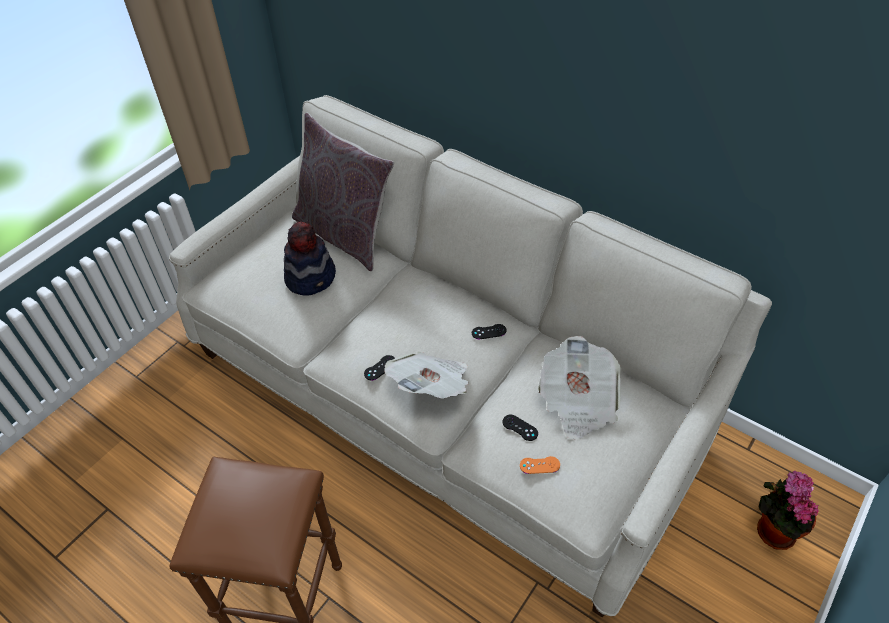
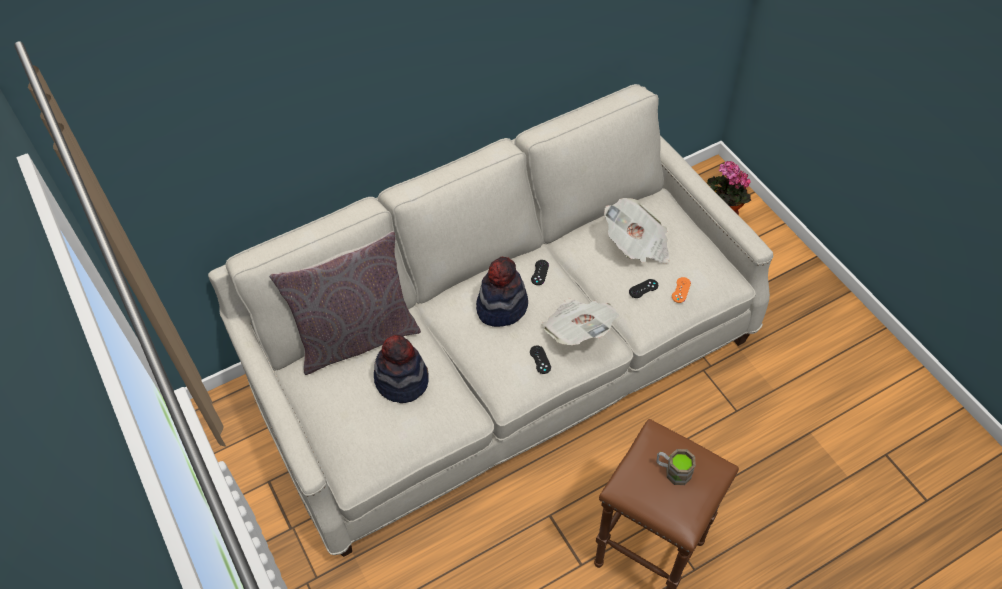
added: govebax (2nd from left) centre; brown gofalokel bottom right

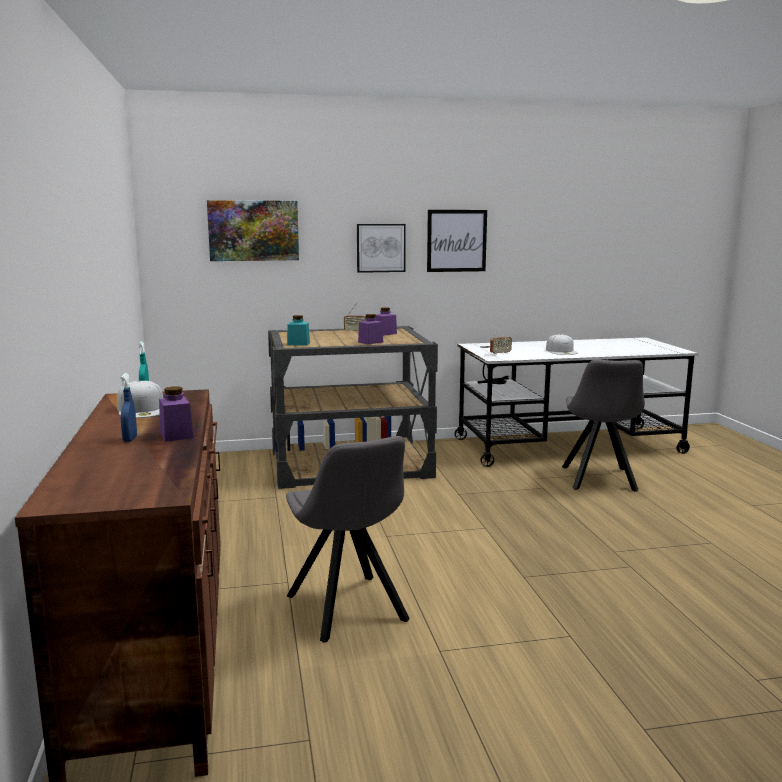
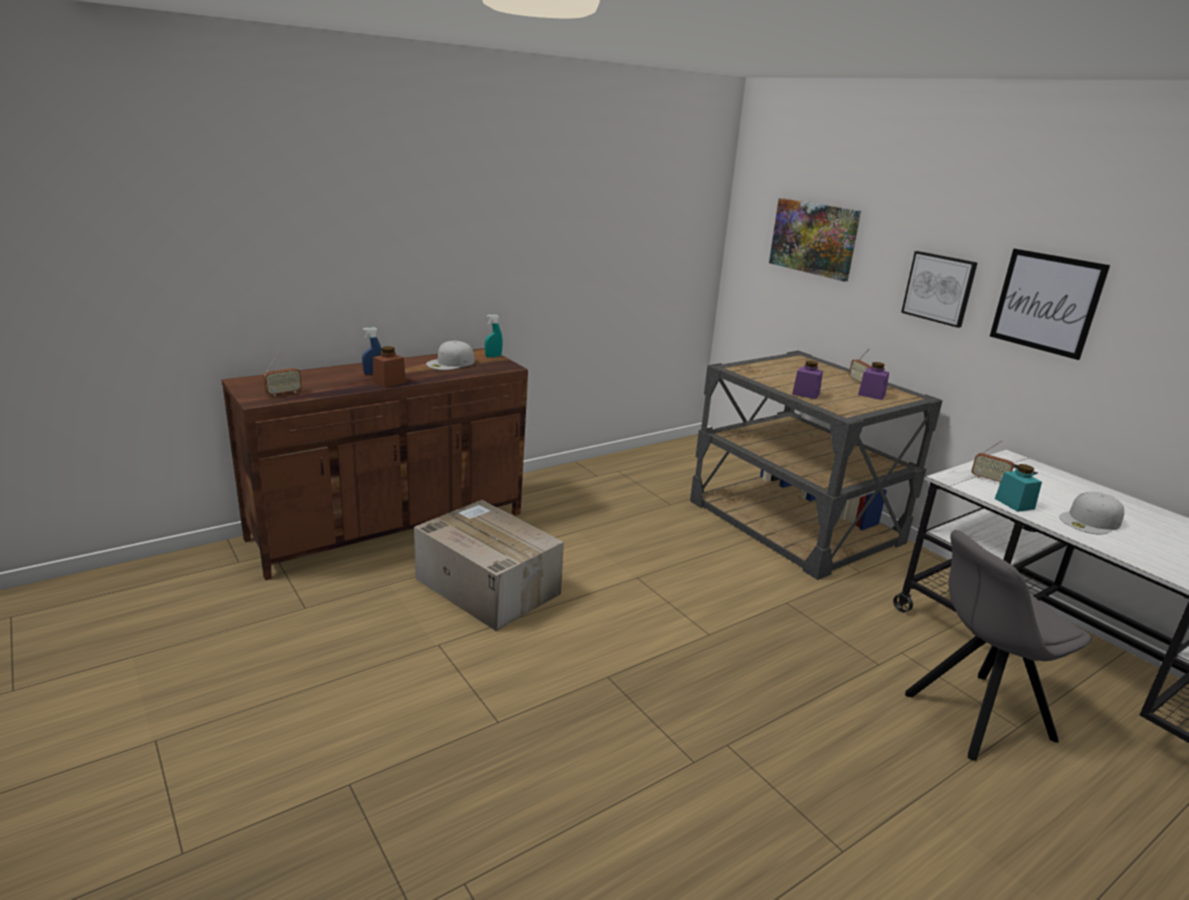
added: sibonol (1st from left) middle left
moved: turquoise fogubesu centre to middle right
replaced: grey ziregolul (1st from left) bottom centre to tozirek centre
recoloured: purple fogubesu (1st from left) middle left to brown fogubesu middle left

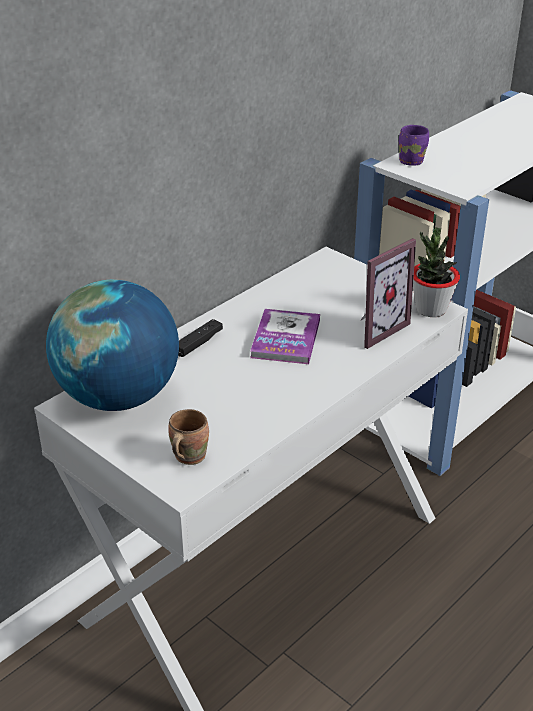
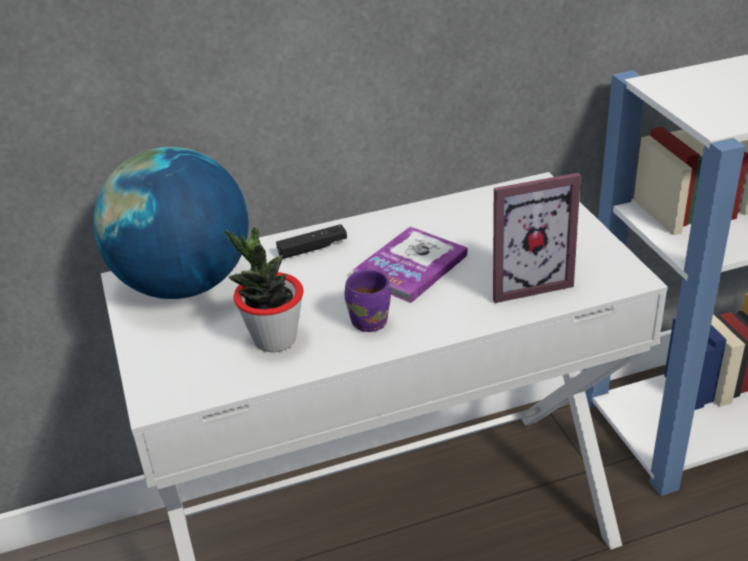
removed: brown gofalokel centre
moved: purple gofalokel top right to centre; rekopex middle right to centre

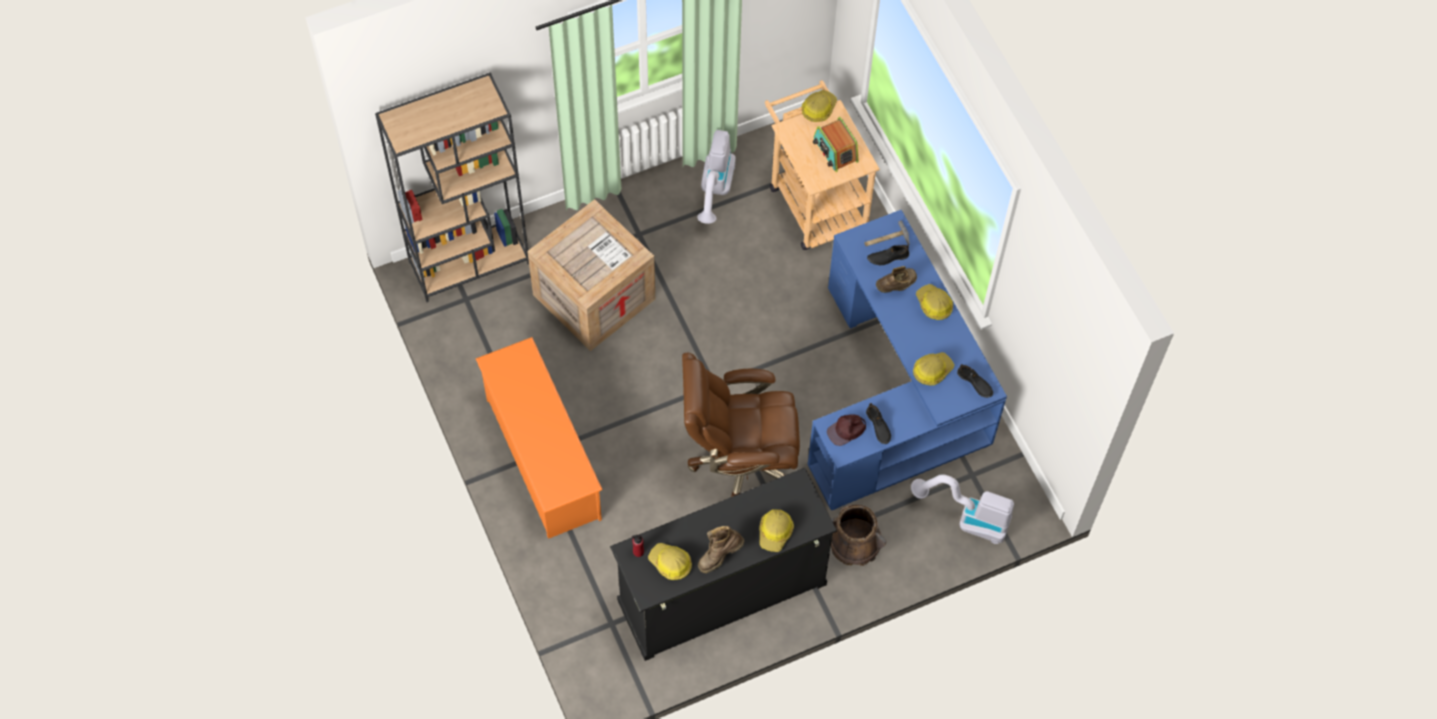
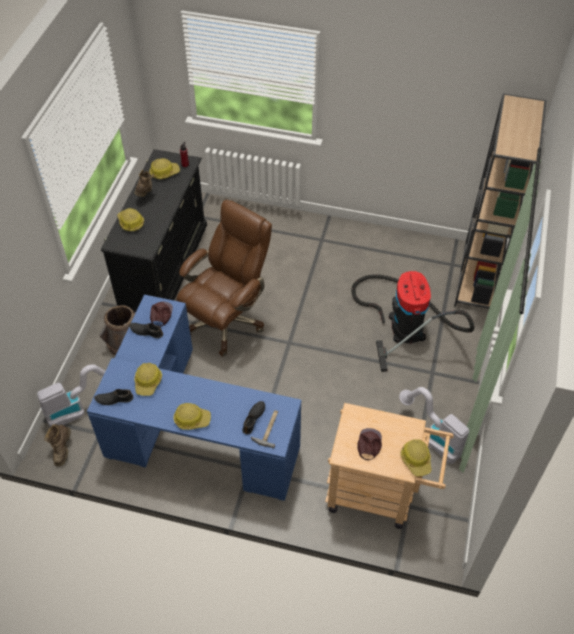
removed: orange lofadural centre
moved: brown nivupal (2nd from left in the first image) centre to brown nivupal (1st from left) bottom left
replaced: sibonol top centre to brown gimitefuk (2nd from left) bottom centre; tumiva centre to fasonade (2nd from left) middle right

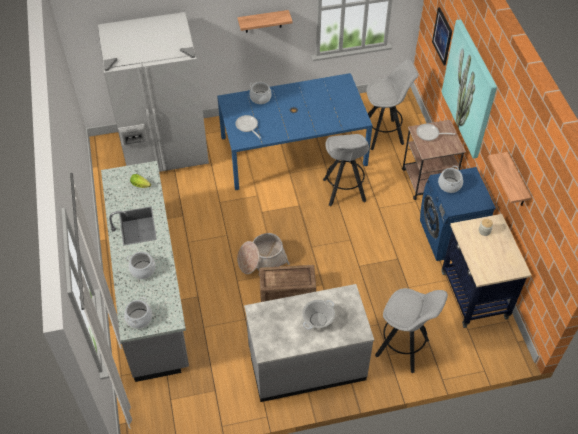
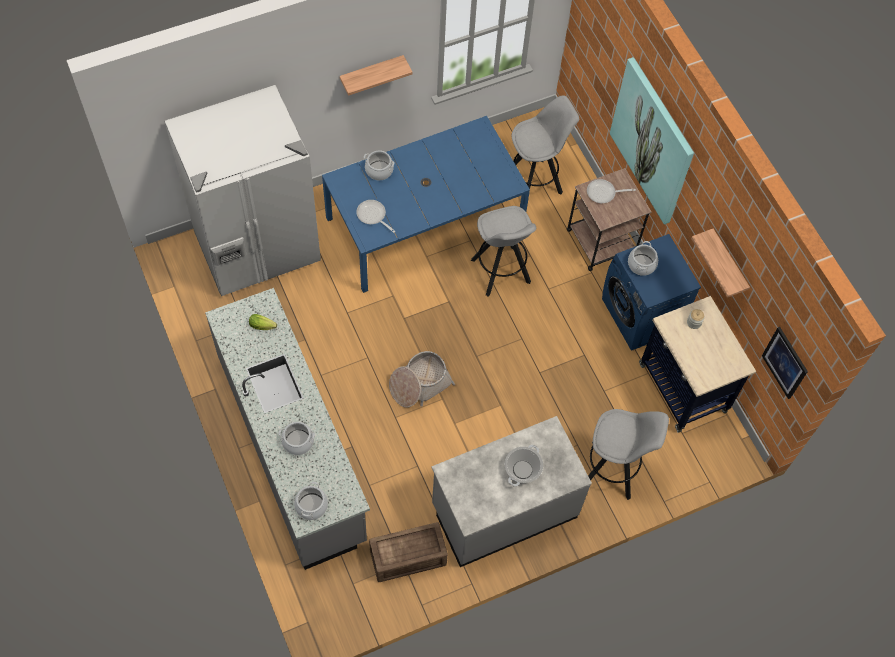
moved: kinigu (1st from left in the first image) top right to kinigu (2nd from left) middle right; tumiva centre to bottom centre

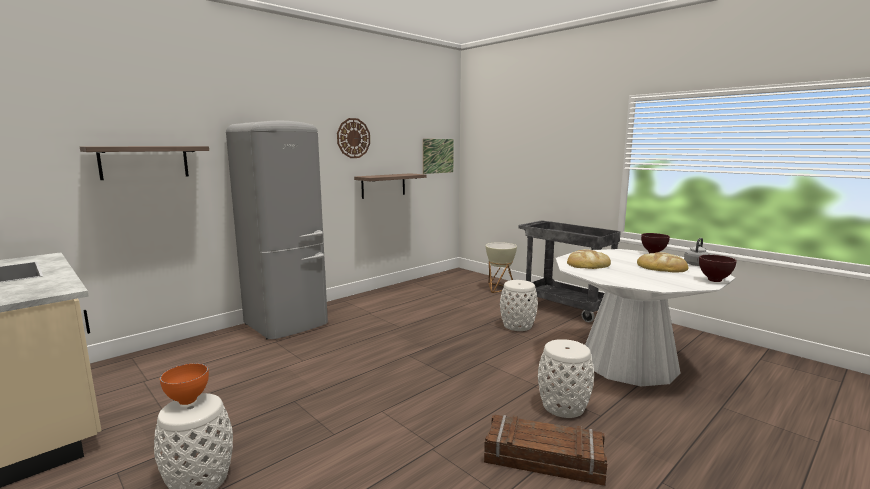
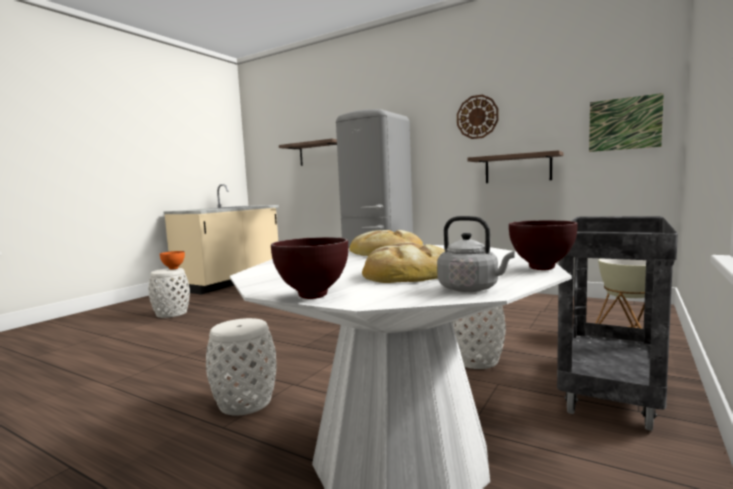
removed: tumiva bottom centre

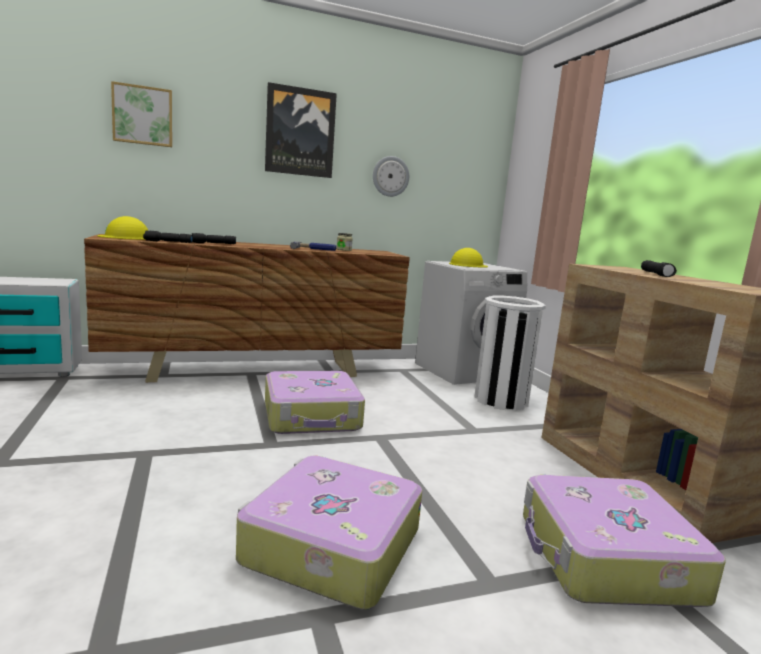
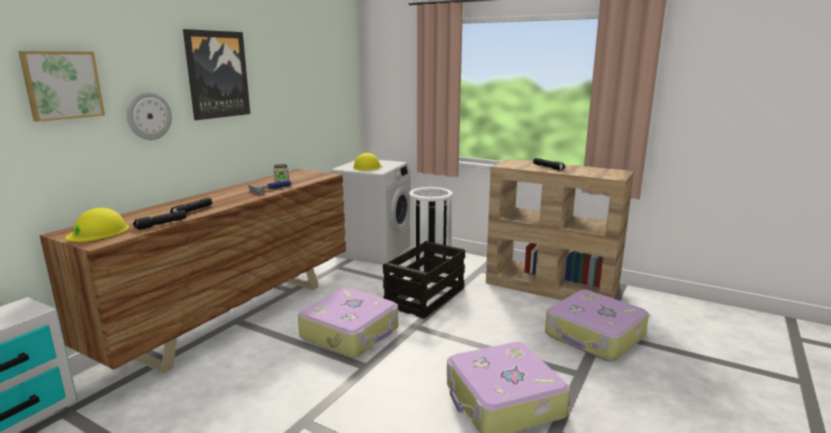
added: tumiva centre
moved: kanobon top centre to top left

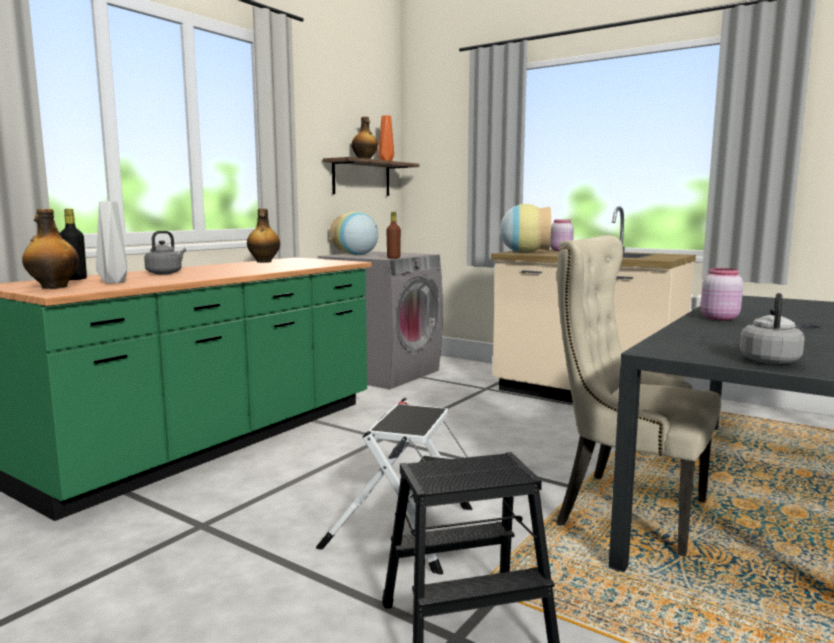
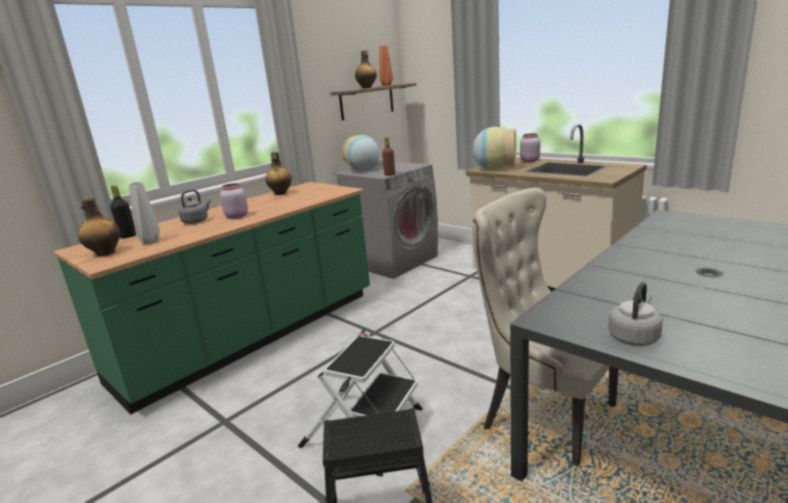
moved: pink fogubesu (2nd from left in the first image) middle right to pink fogubesu (1st from left) middle left

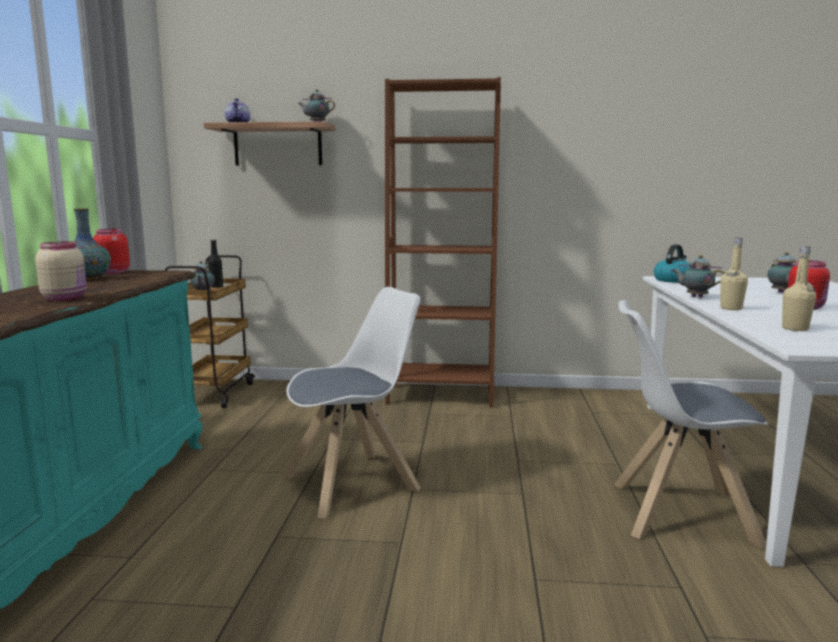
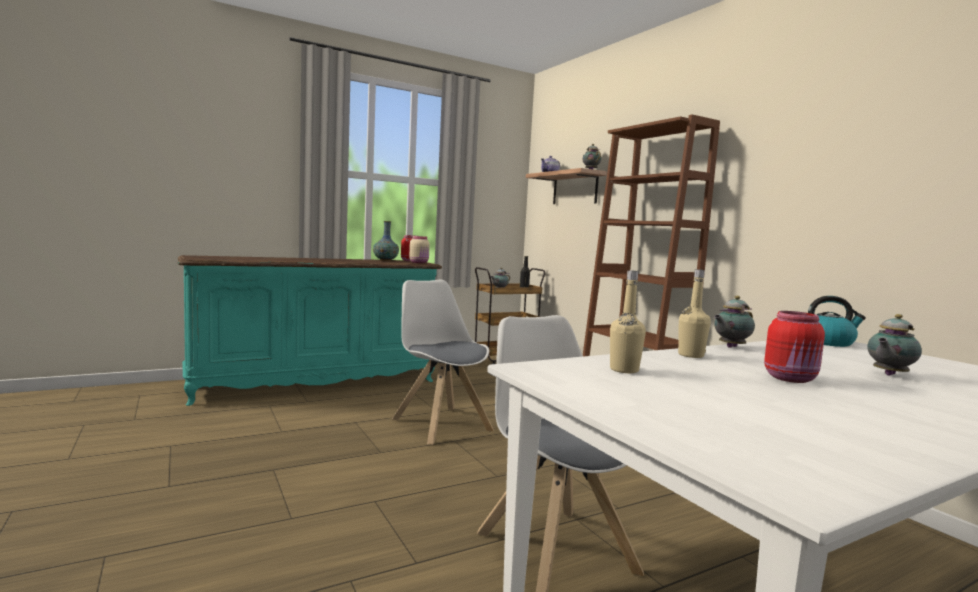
moved: beige fogubesu middle left to centre
turned: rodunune (4th from left) middle right = middle right 120 degrees counterclockwise; ziregolul (1st from left) centre = centre 150 degrees counterclockwise

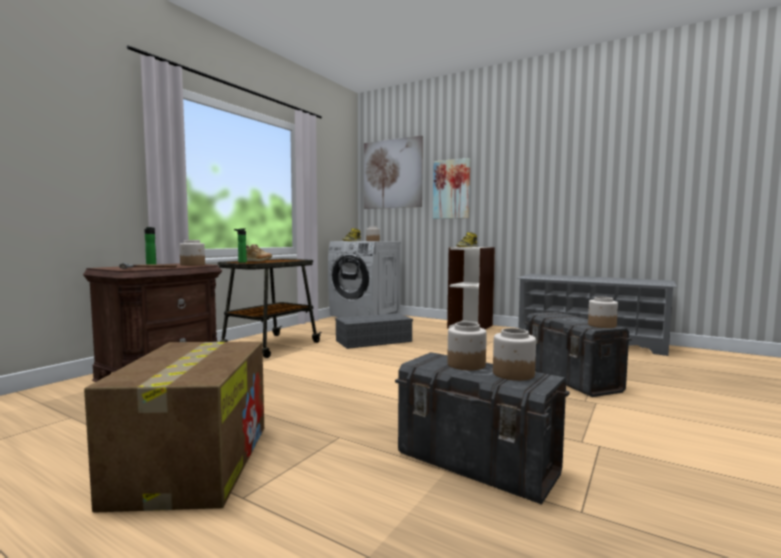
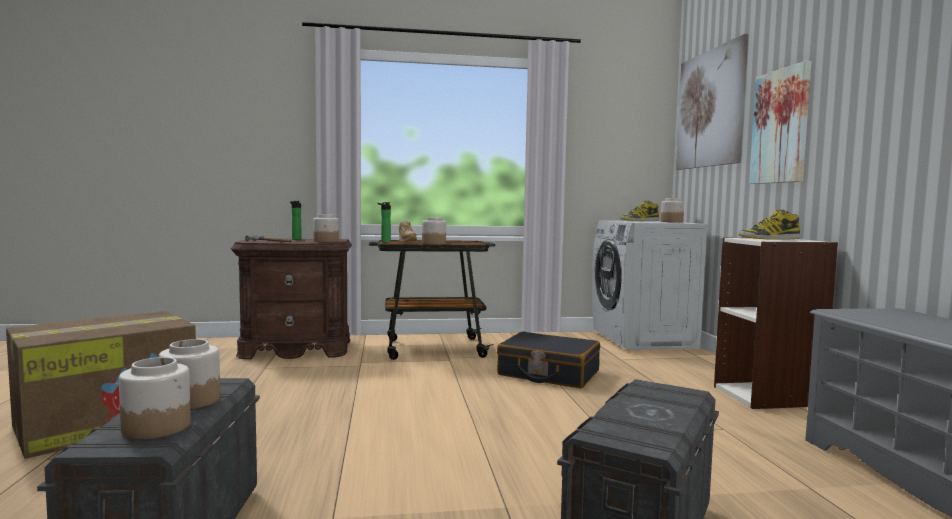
moved: fogubesu (5th from left in the first image) middle right to fogubesu (4th from left) centre
replaced: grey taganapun (1st from left) centre to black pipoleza bottom centre

